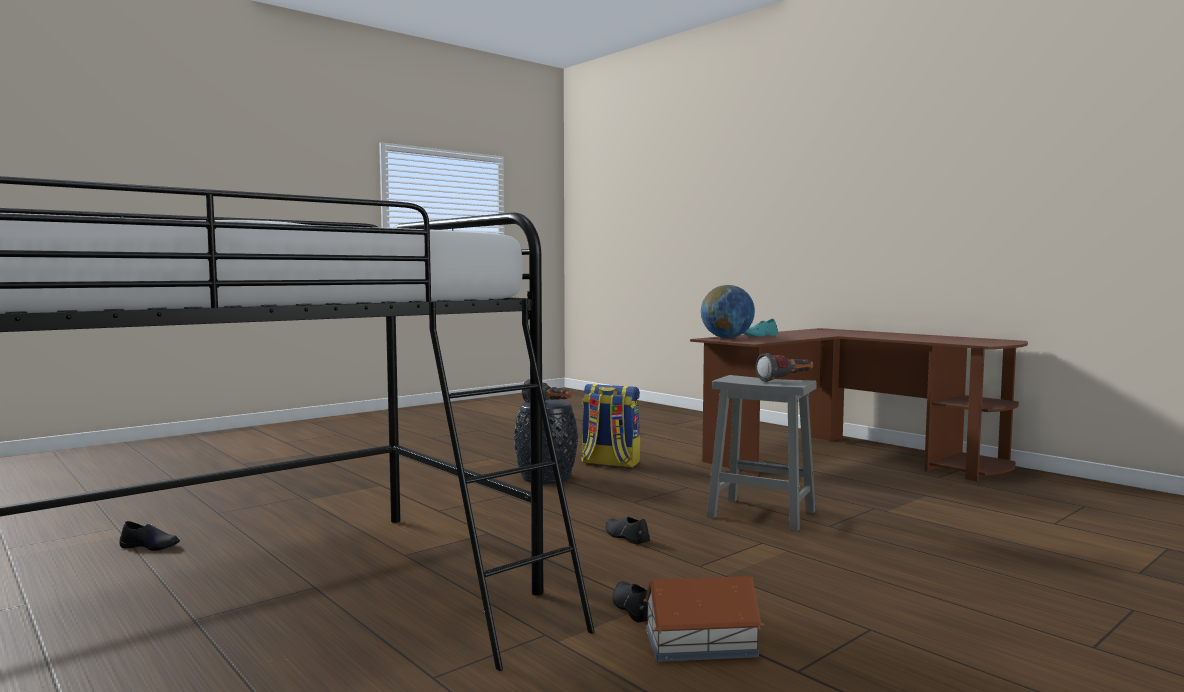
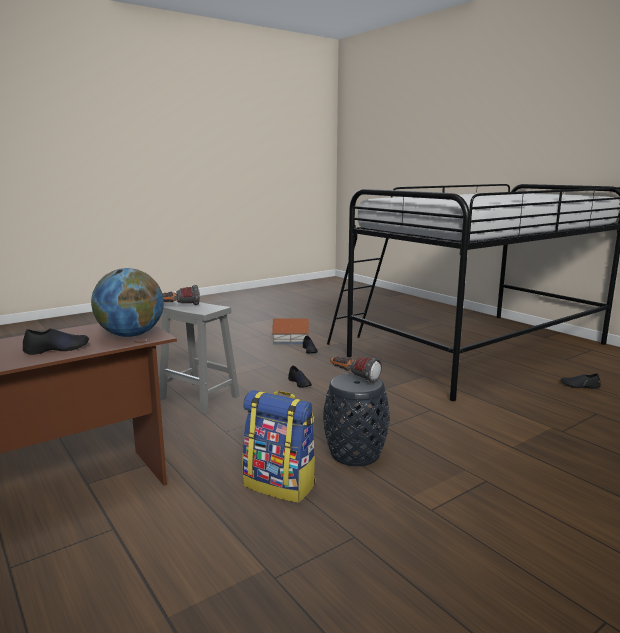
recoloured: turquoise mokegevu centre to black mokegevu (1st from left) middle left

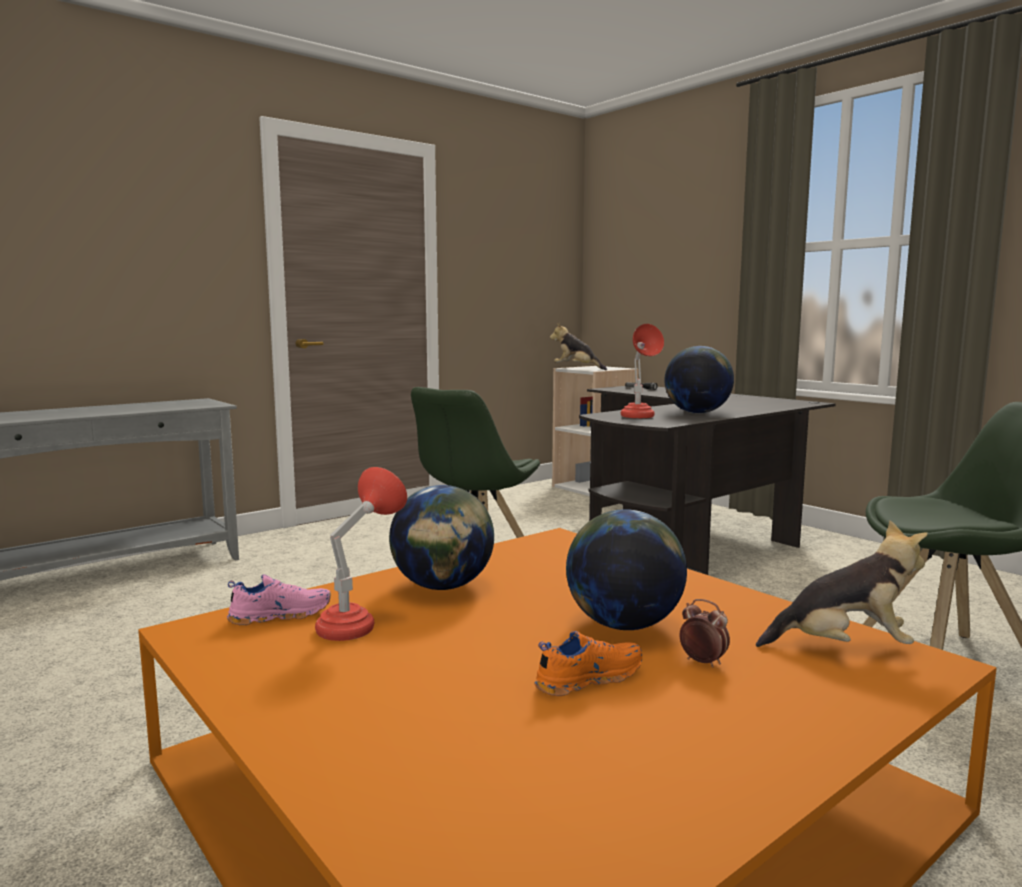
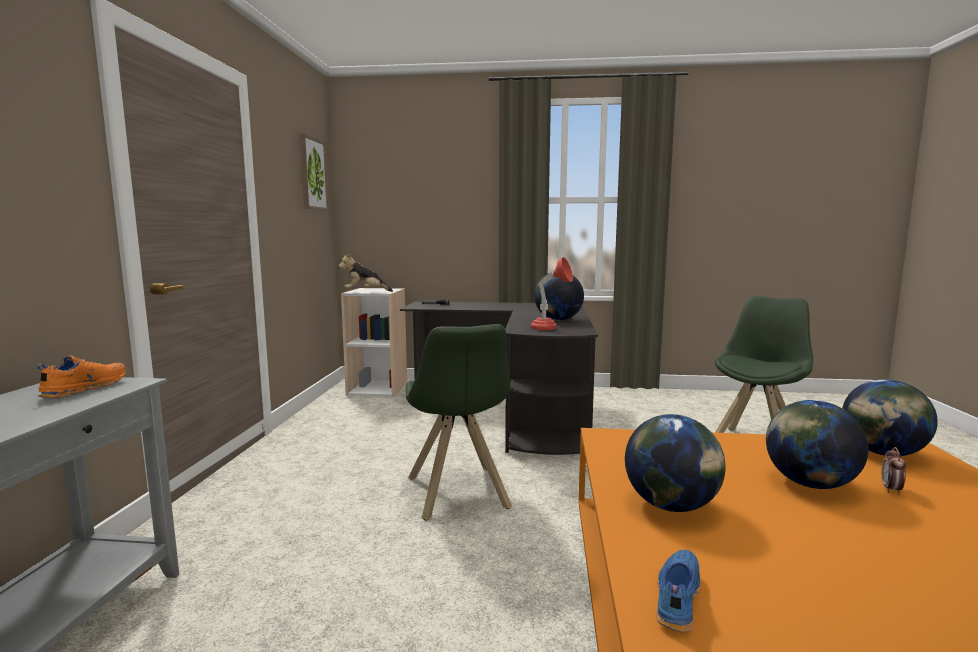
removed: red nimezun (1st from left) centre
added: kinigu top left
moved: orange mokegevu bottom centre to middle left
replaced: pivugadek (2nd from left) middle right to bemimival (4th from left) middle right
recoloured: pink mokegevu bottom left to blue mokegevu bottom right
turned: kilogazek bottom right = bottom right 60 degrees counterclockwise

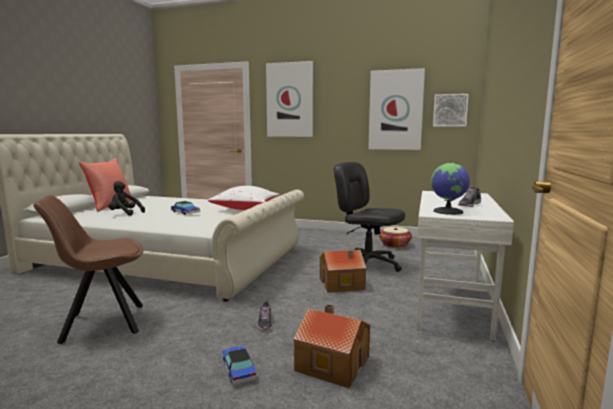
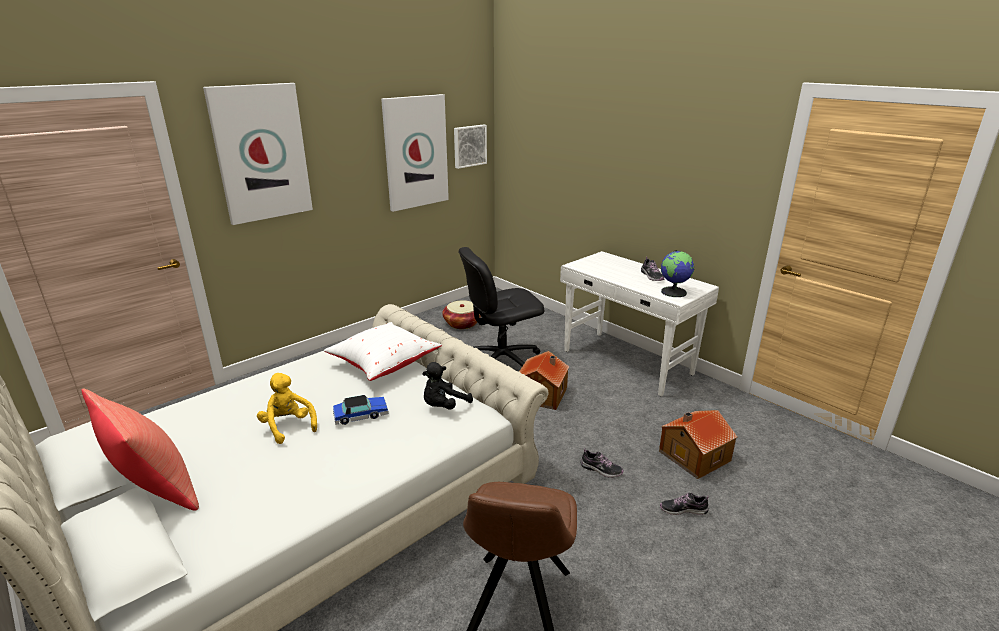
added: yellow pivugadek middle left
moved: black pivugadek middle left to centre
replaced: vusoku (2nd from left) bottom centre to mokegevu (3rd from left) bottom right

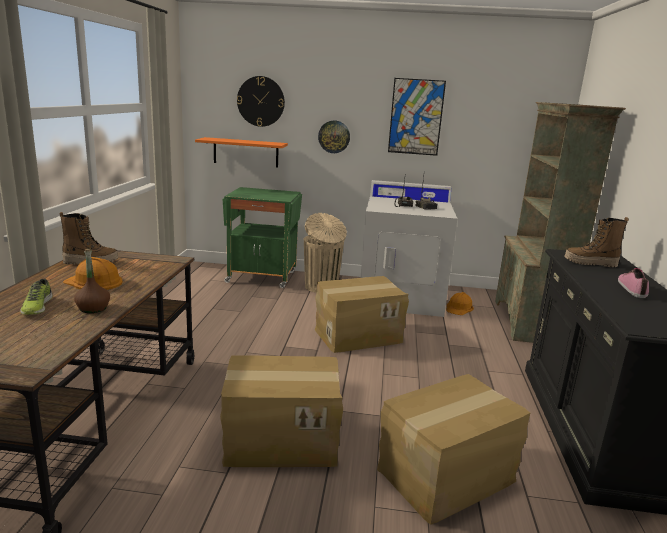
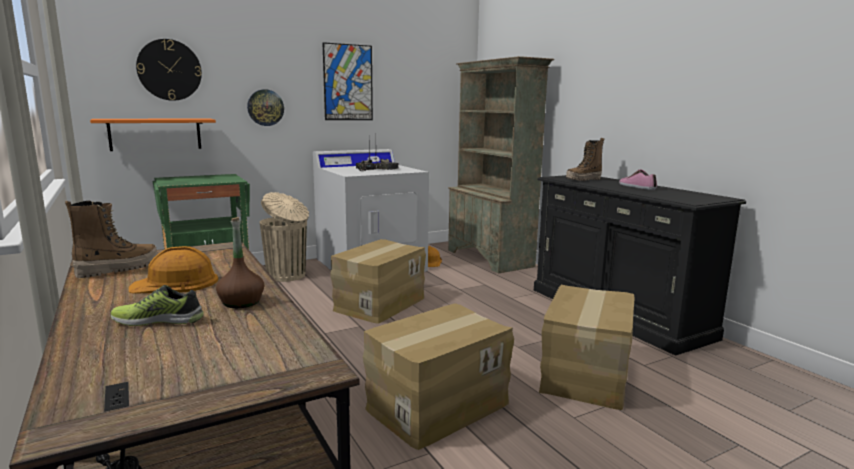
turned: mokegevu (1st from left) middle left = middle left 135 degrees clockwise

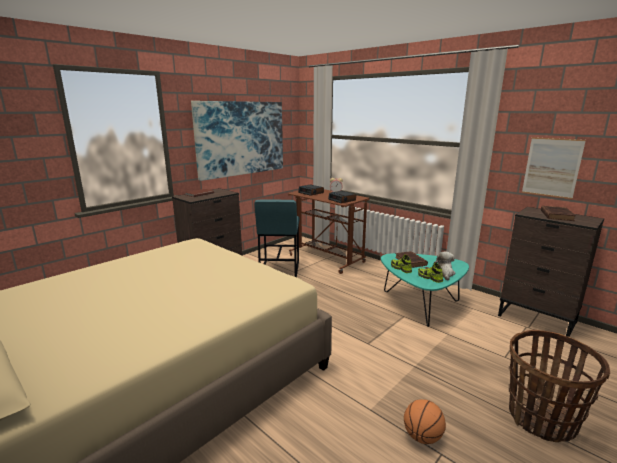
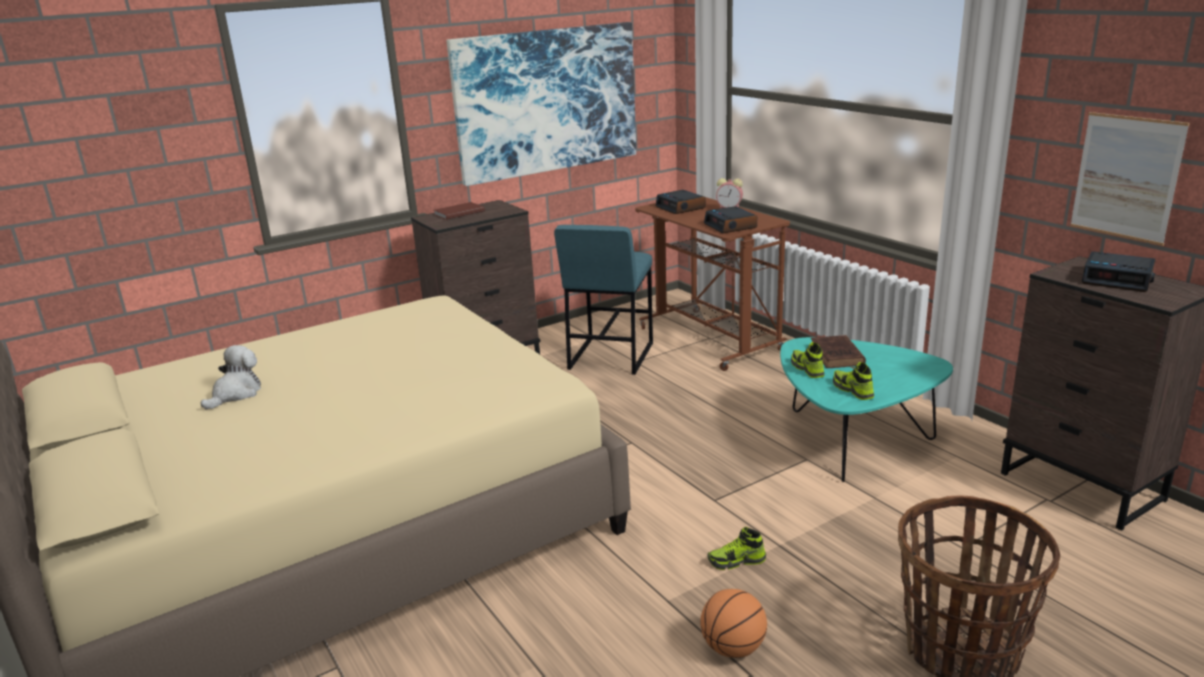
added: mokegevu (1st from left) bottom centre
moved: pivugadek middle right to middle left
replaced: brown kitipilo (3rd from left) middle right to kilogazek (4th from left) middle right

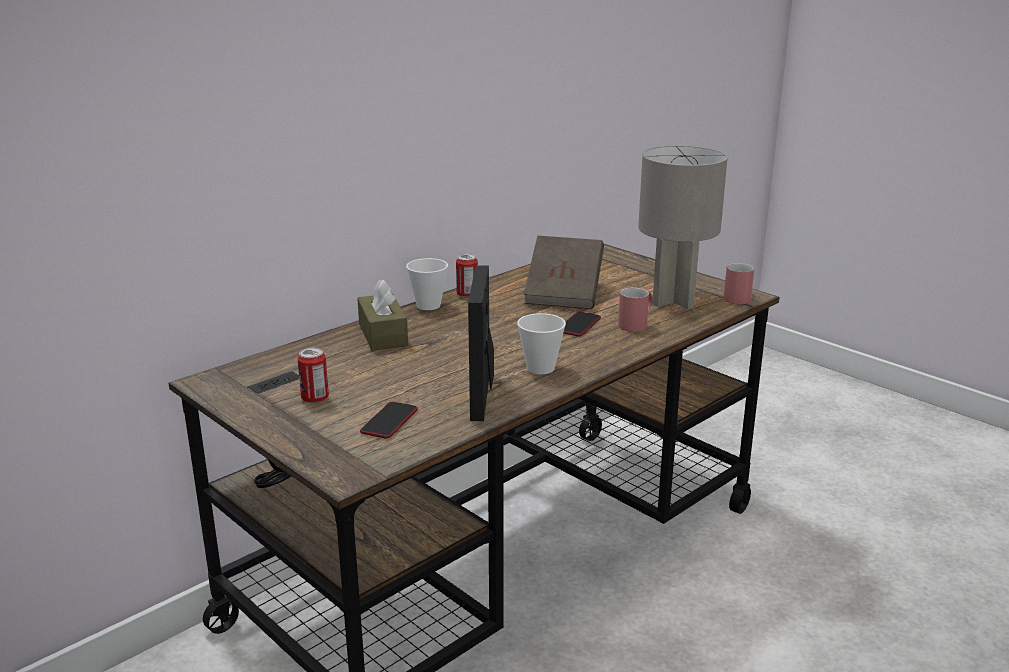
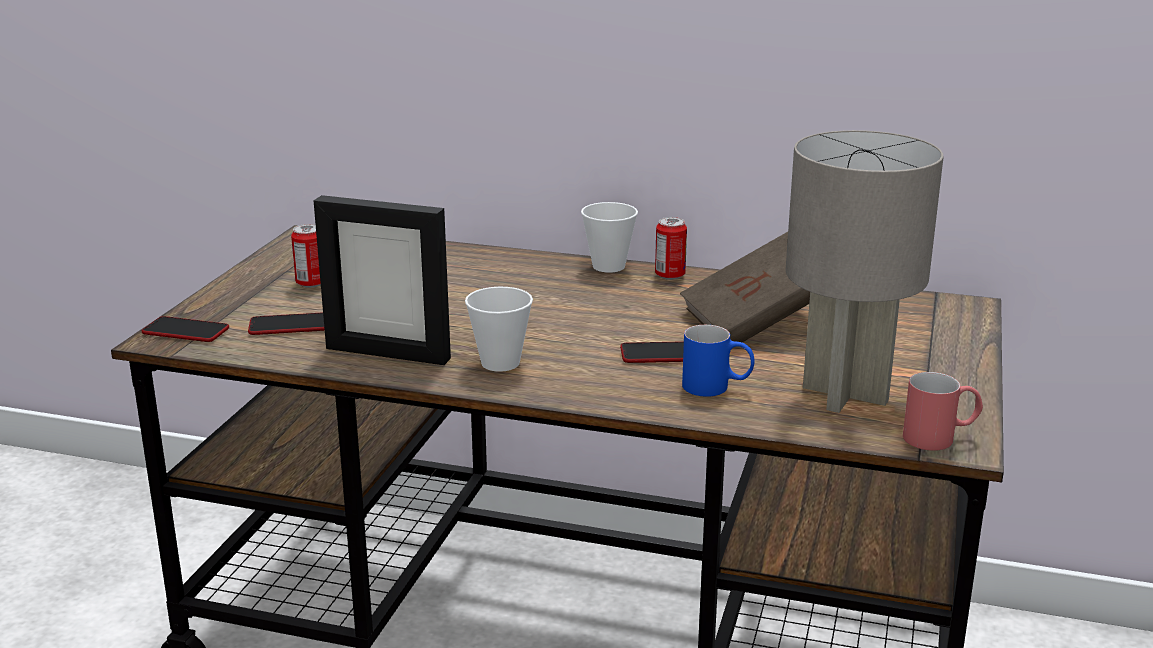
removed: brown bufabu centre
added: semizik (1st from left) middle left
recoloured: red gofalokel (1st from left) centre to blue gofalokel centre
turned: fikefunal centre = middle left 135 degrees counterclockwise

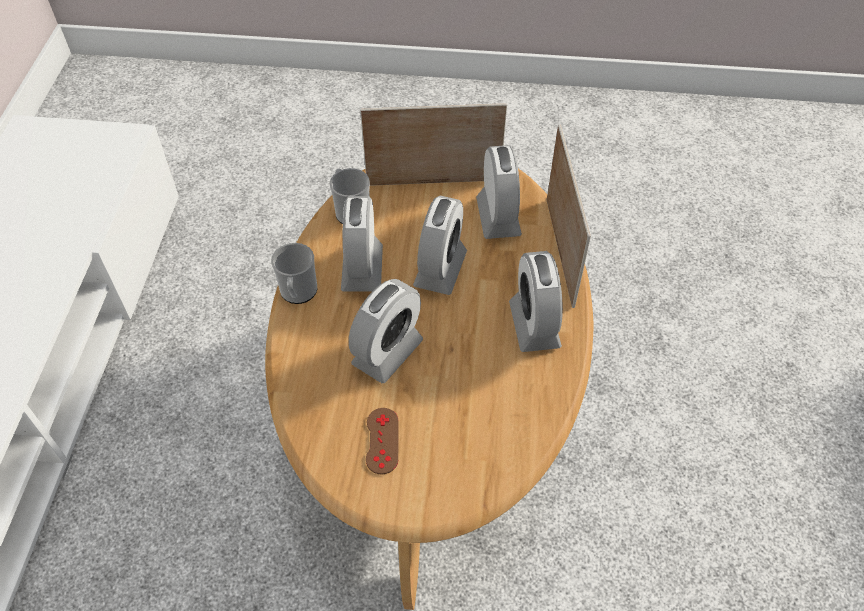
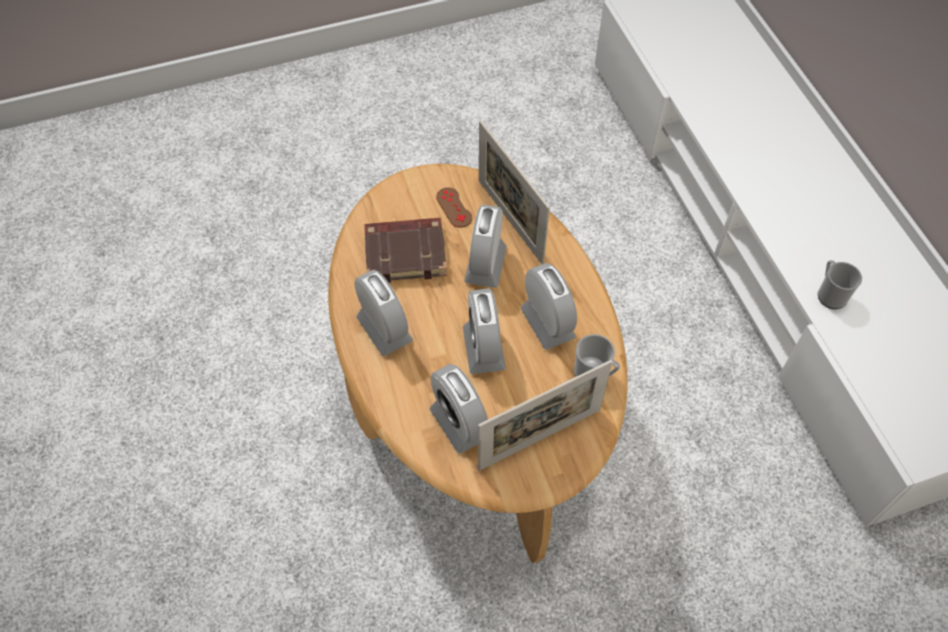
added: brown kitipilo centre
moved: fikefunal (2nd from left in the first image) centre to fikefunal (1st from left) top centre; gofalokel (1st from left in the first image) centre to gofalokel (2nd from left) middle right

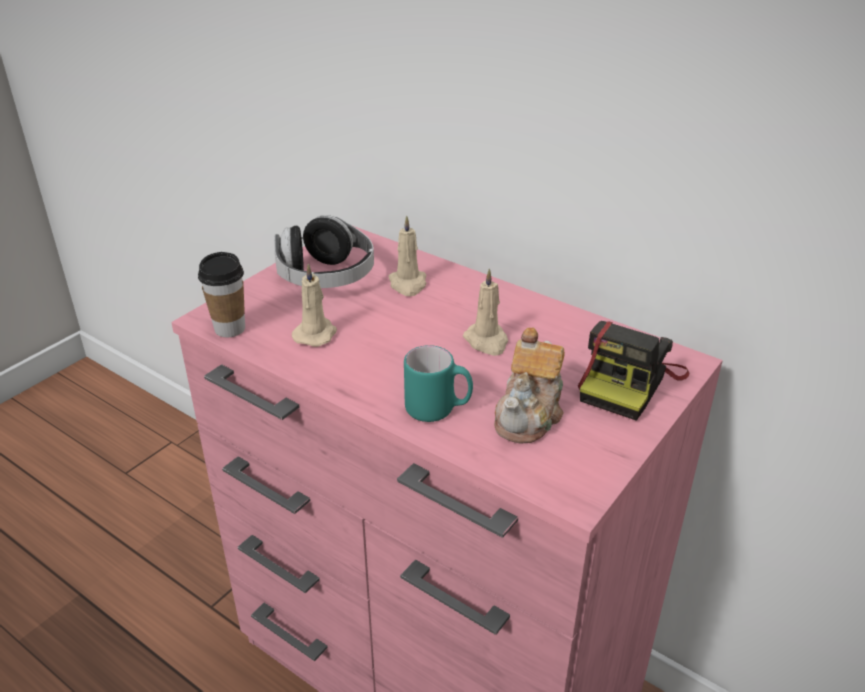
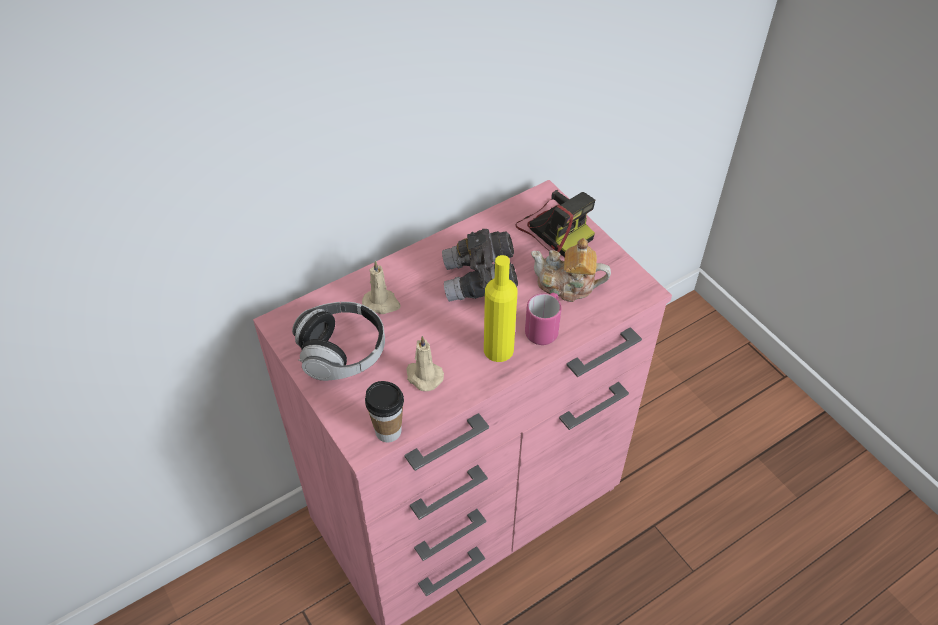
added: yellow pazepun centre
replaced: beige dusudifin (3rd from left) centre to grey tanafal centre
recoloured: turquoise gofalokel centre to pink gofalokel centre
turned: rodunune centre = centre 150 degrees clockwise

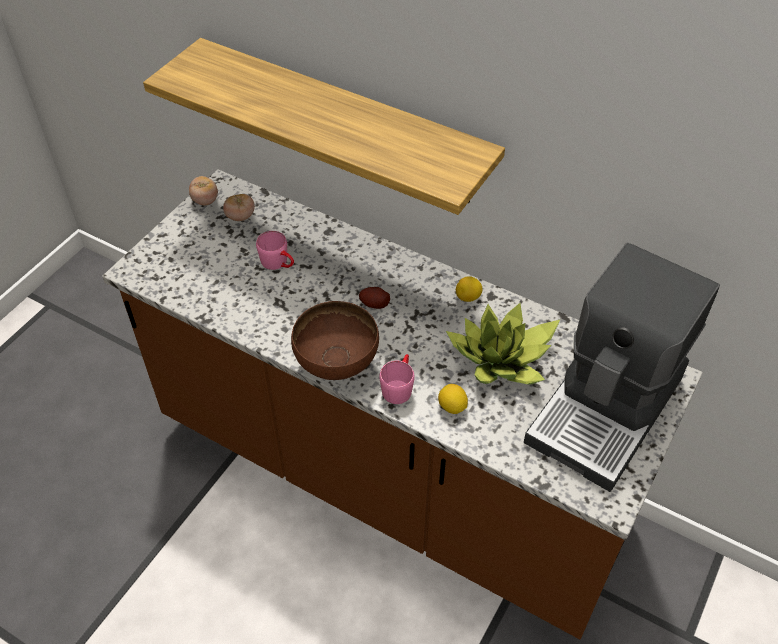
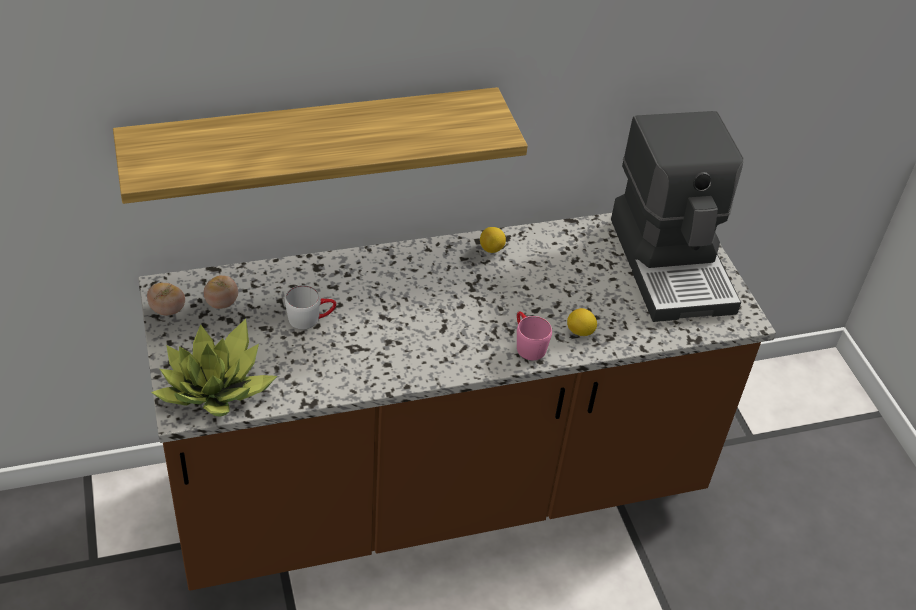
removed: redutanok centre; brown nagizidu centre
moved: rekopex centre to middle left
recoloured: pink gofalokel (1st from left) centre to white gofalokel centre

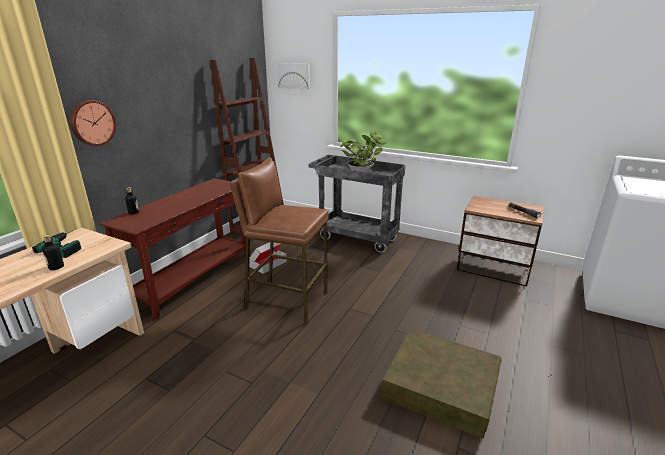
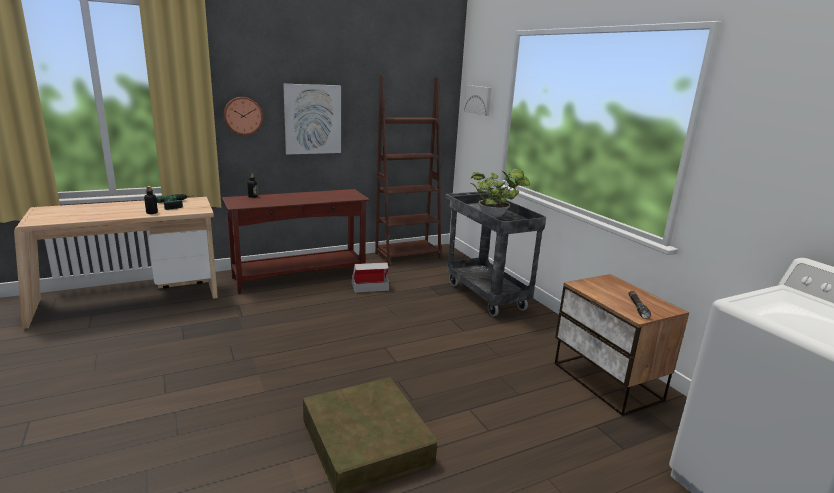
removed: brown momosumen centre
added: kinigu (1st from left) top centre

